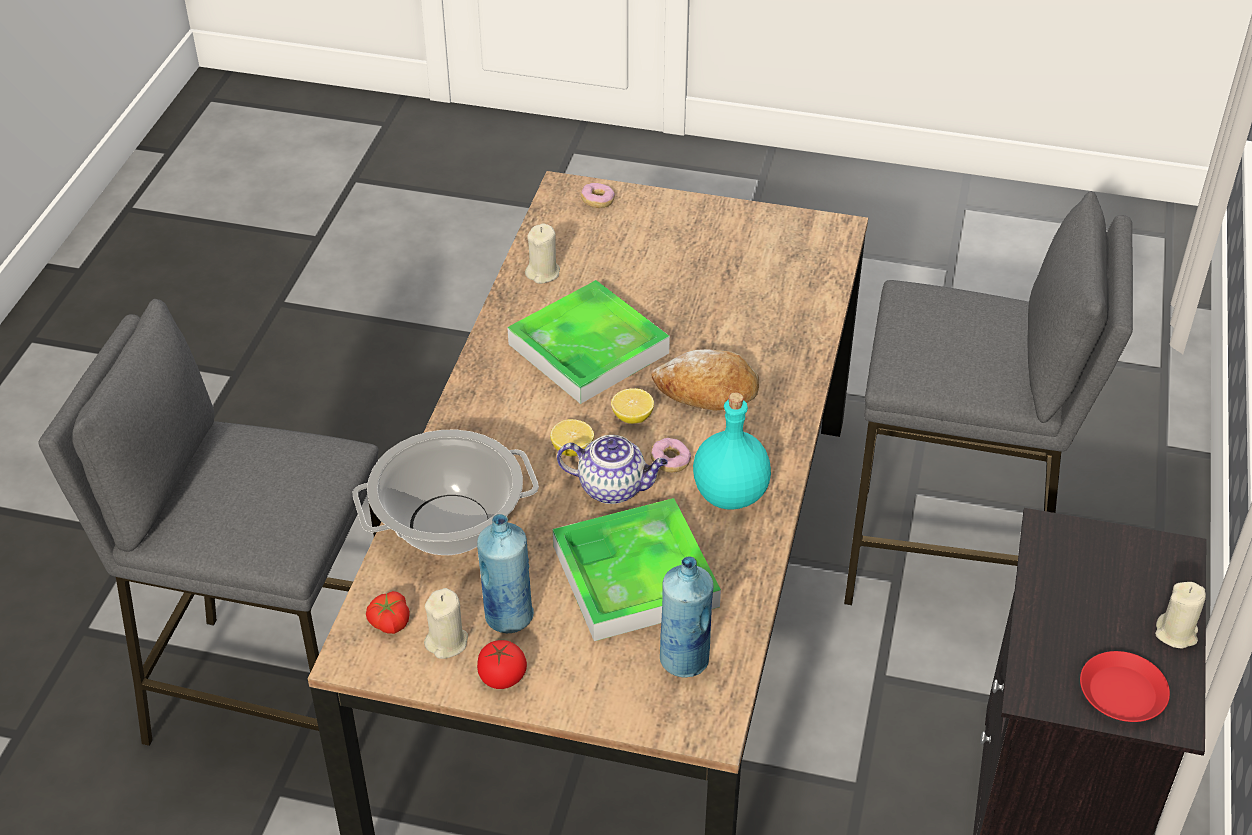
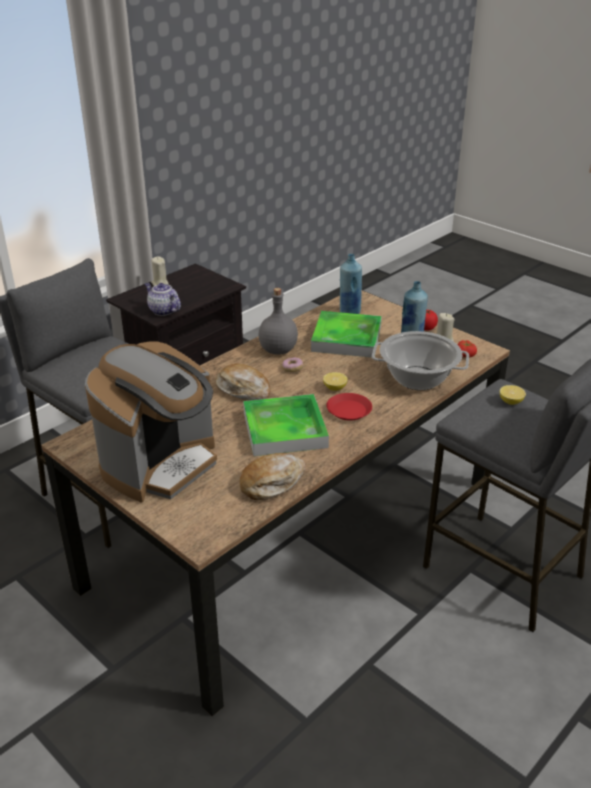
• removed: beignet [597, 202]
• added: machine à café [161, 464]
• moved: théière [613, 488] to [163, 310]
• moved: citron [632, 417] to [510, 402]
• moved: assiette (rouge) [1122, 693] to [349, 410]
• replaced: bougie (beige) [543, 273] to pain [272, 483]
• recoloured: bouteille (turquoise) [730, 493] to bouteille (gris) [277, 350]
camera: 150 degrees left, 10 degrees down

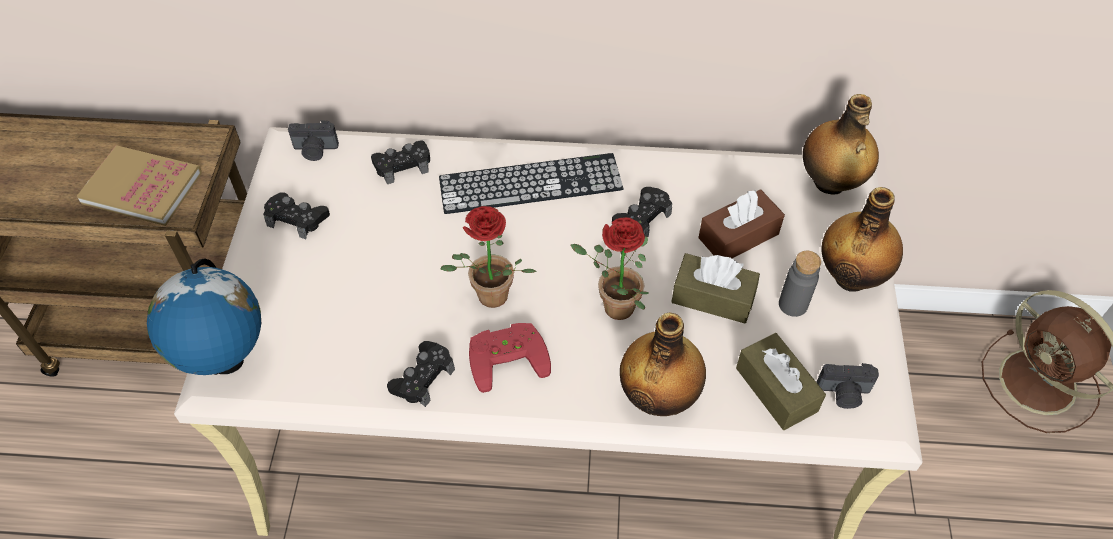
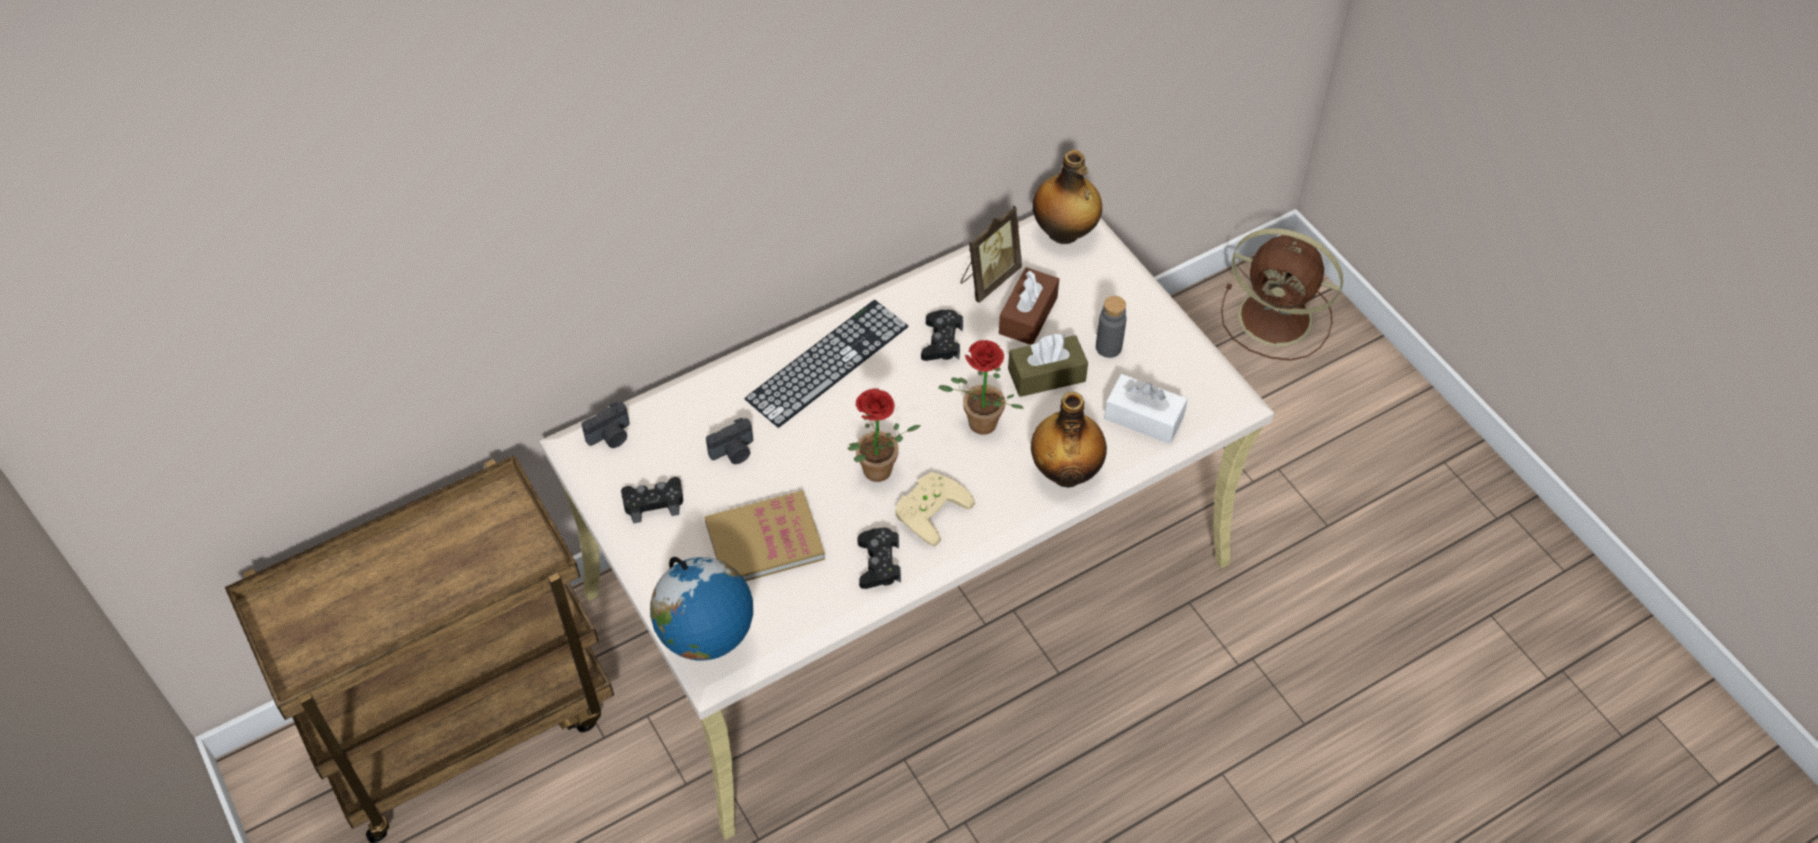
• removed: manette (noir) [403, 165]
• removed: bouteille [851, 276]
• added: cadre photo [988, 279]
• moved: livre [142, 188] to [764, 541]
• moved: appareil photo [844, 394] to [734, 452]
• recoloured: manette (rouge) [507, 355] to manette (beige) [929, 508]
• recoloured: boîte à mouchoirs (marron) [776, 389] to boîte à mouchoirs (blanc) [1143, 418]
camera: 35 degrees left, 0 degrees up

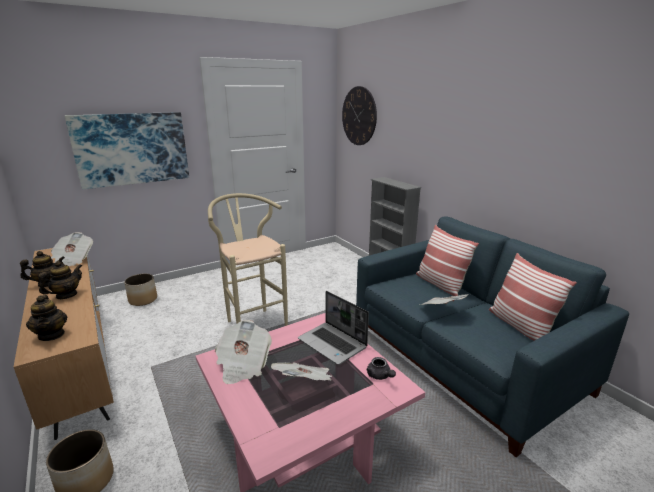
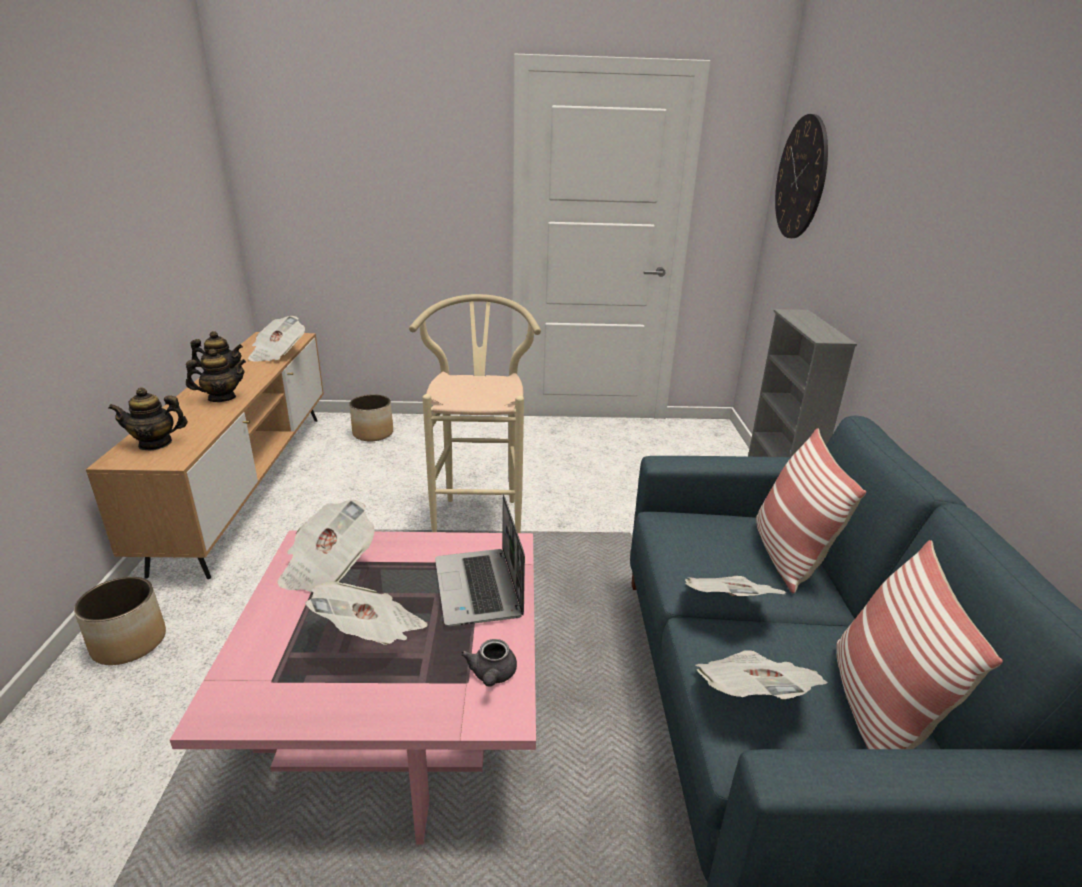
• removed: tableau [132, 149]
• added: journal [751, 696]
• turned: théière [52, 335] = [155, 443] 75 degrees clockwise
camera: 30 degrees right, 5 degrees up

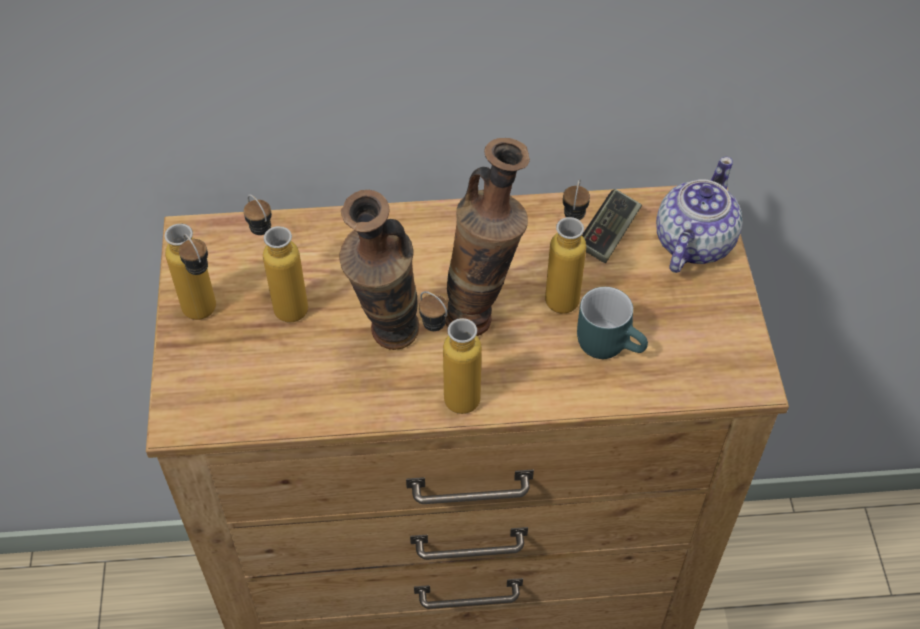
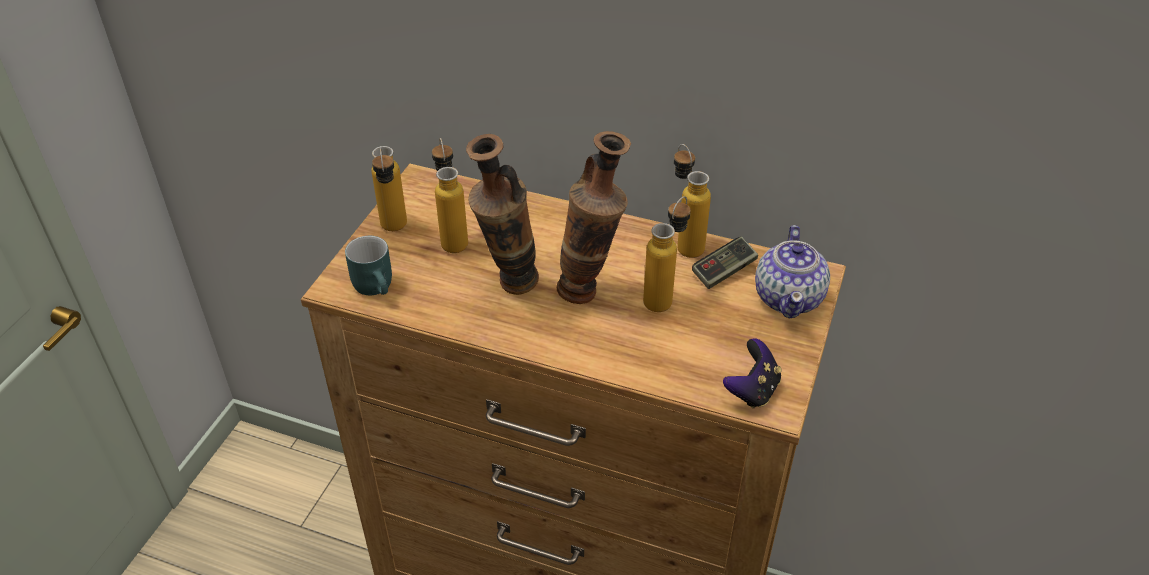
• added: manette [752, 390]
• moved: bouteille [449, 392] to [684, 243]
• moved: mug (turquoise) [610, 342] to [378, 286]
• turned: théière [692, 243] = [789, 297] 135 degrees clockwise
camera: 25 degrees right, 10 degrees down

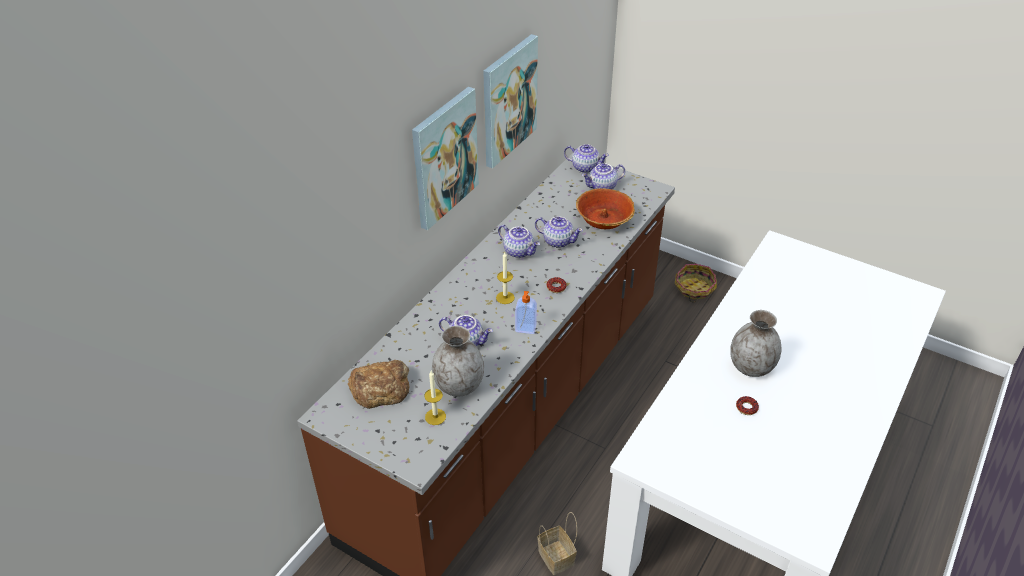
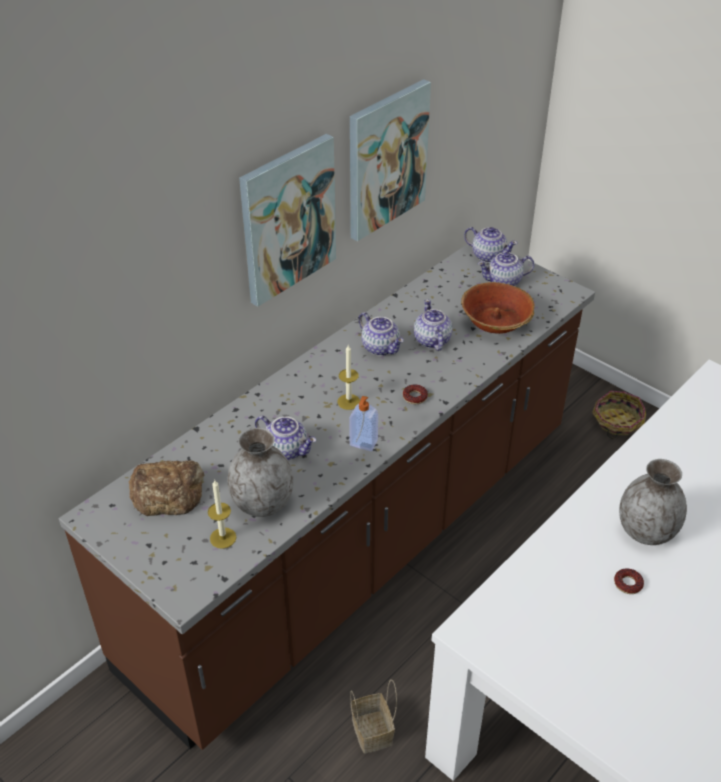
• turned: théière [558, 241] = [431, 341] 135 degrees counterclockwise
camera: 10 degrees right, 0 degrees up

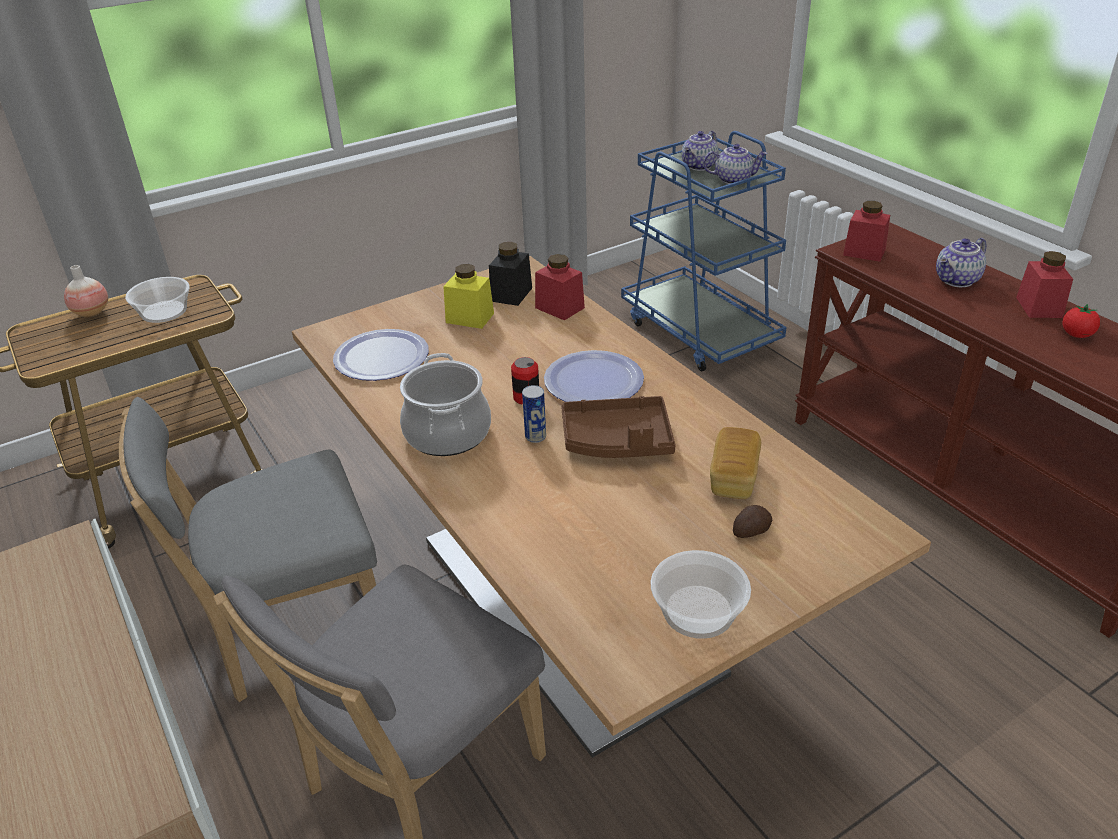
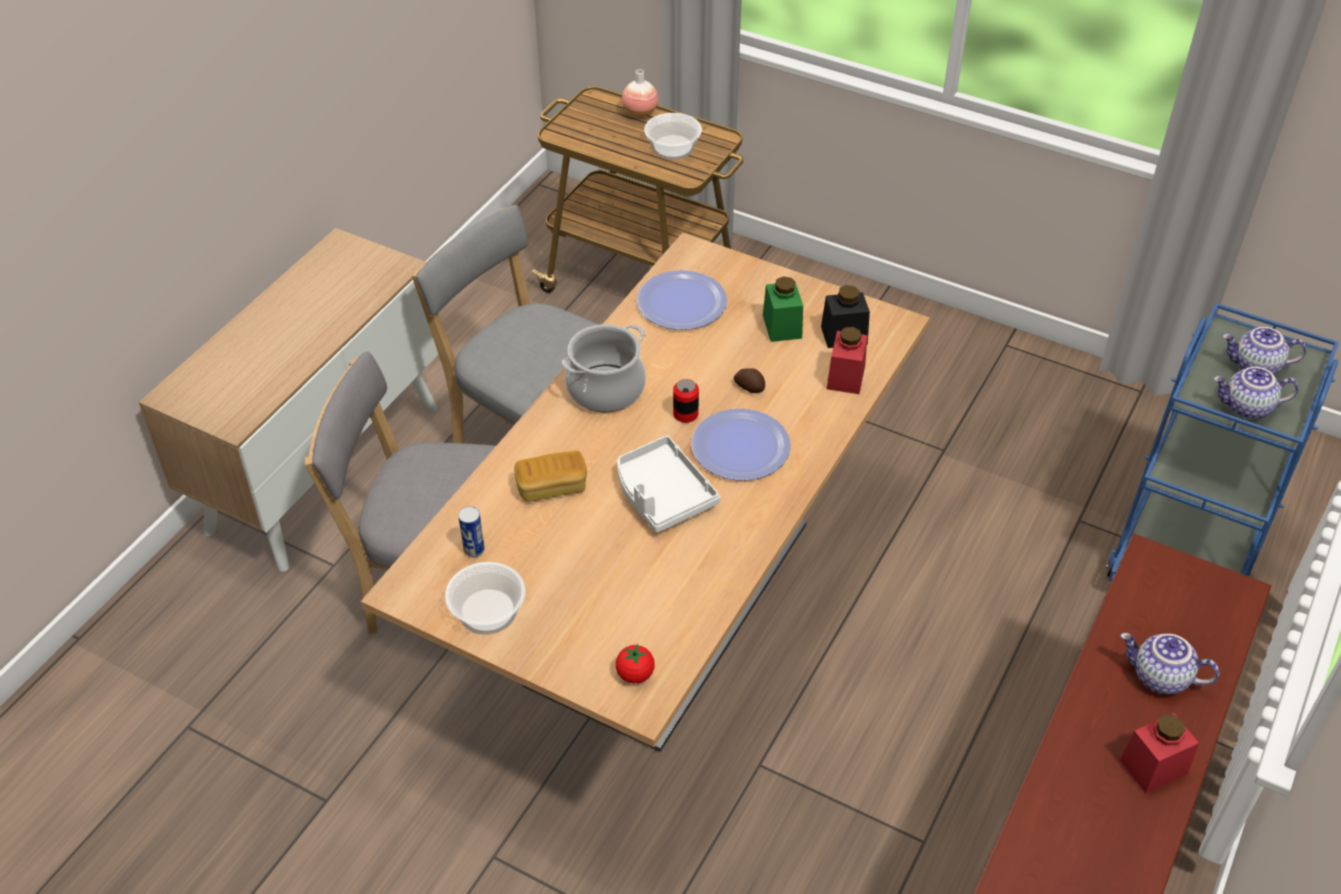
• removed: bocal (rouge) [864, 252]
• moved: boîte métallique [535, 437] to [474, 550]
• moved: pain [733, 477] to [552, 487]
• moved: pomme de terre [750, 530] to [749, 387]
• moved: tomate [1076, 335] to [635, 674]
• recoloured: bocal (jaune) [470, 318] to bocal (vert) [782, 326]
• recoloured: plateau (marron) [617, 441] to plateau (blanc) [662, 494]
• turned: théière [733, 179] = [1246, 408] 120 degrees clockwise
camera: 60 degrees right, 10 degrees up

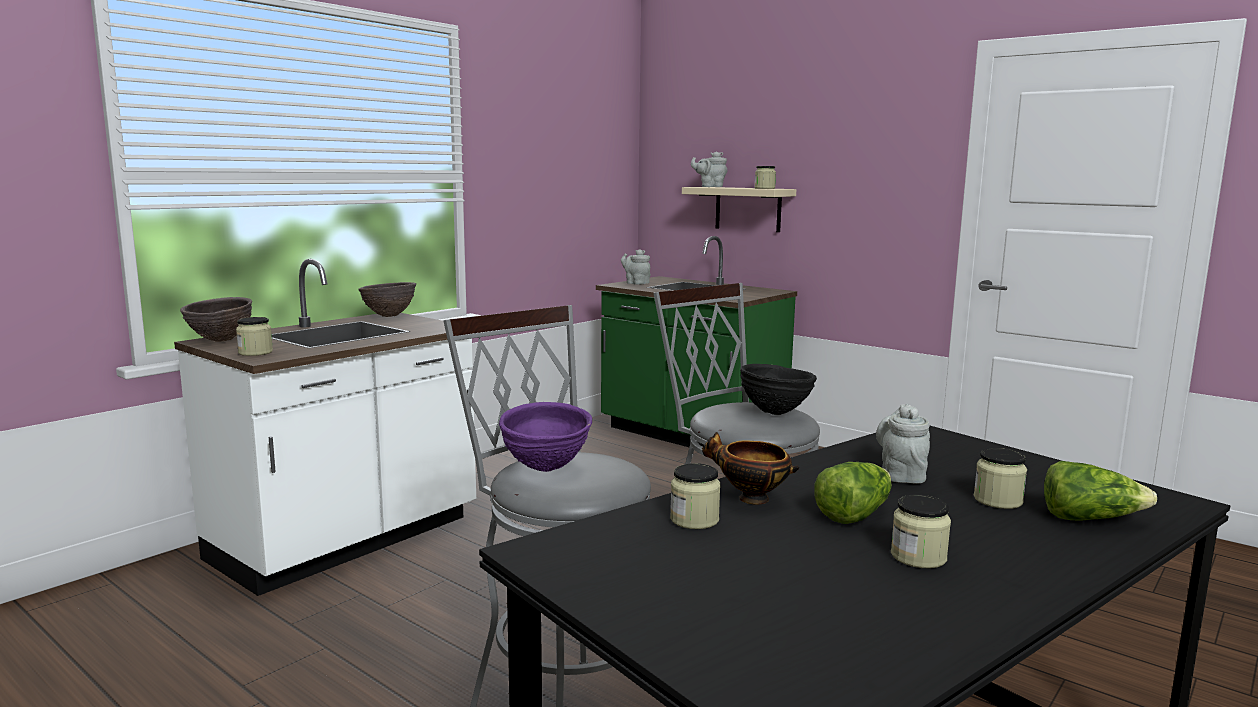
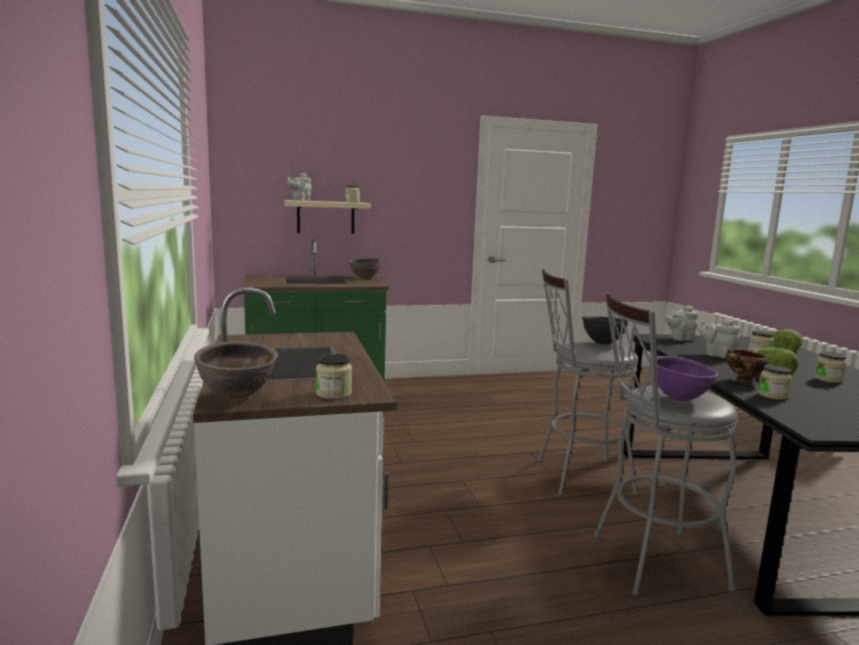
• moved: bol (marron) [388, 316] to [365, 278]
• moved: théière (gris) [636, 283] to [679, 339]
camera: 55 degrees left, 0 degrees up

